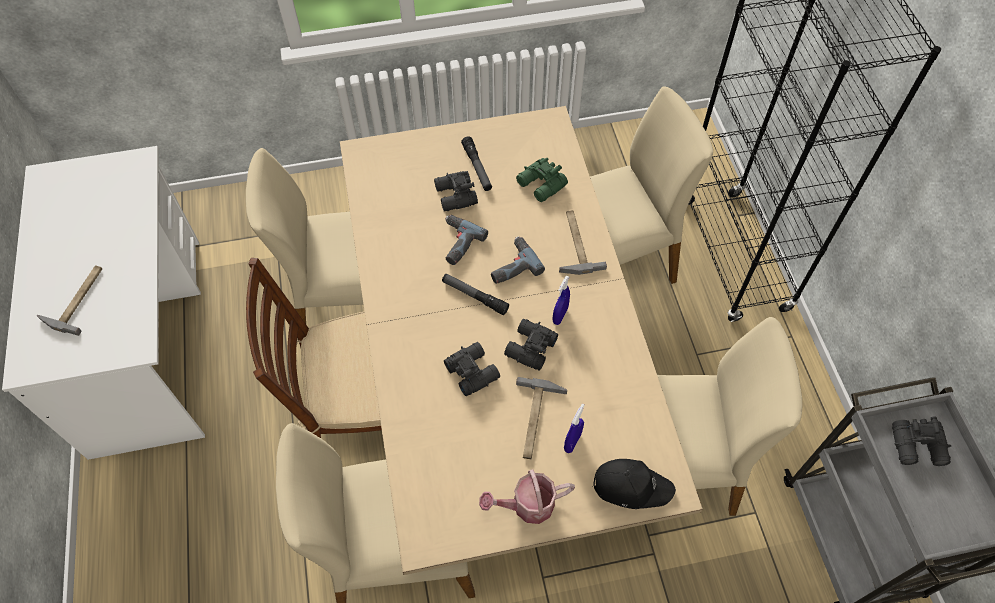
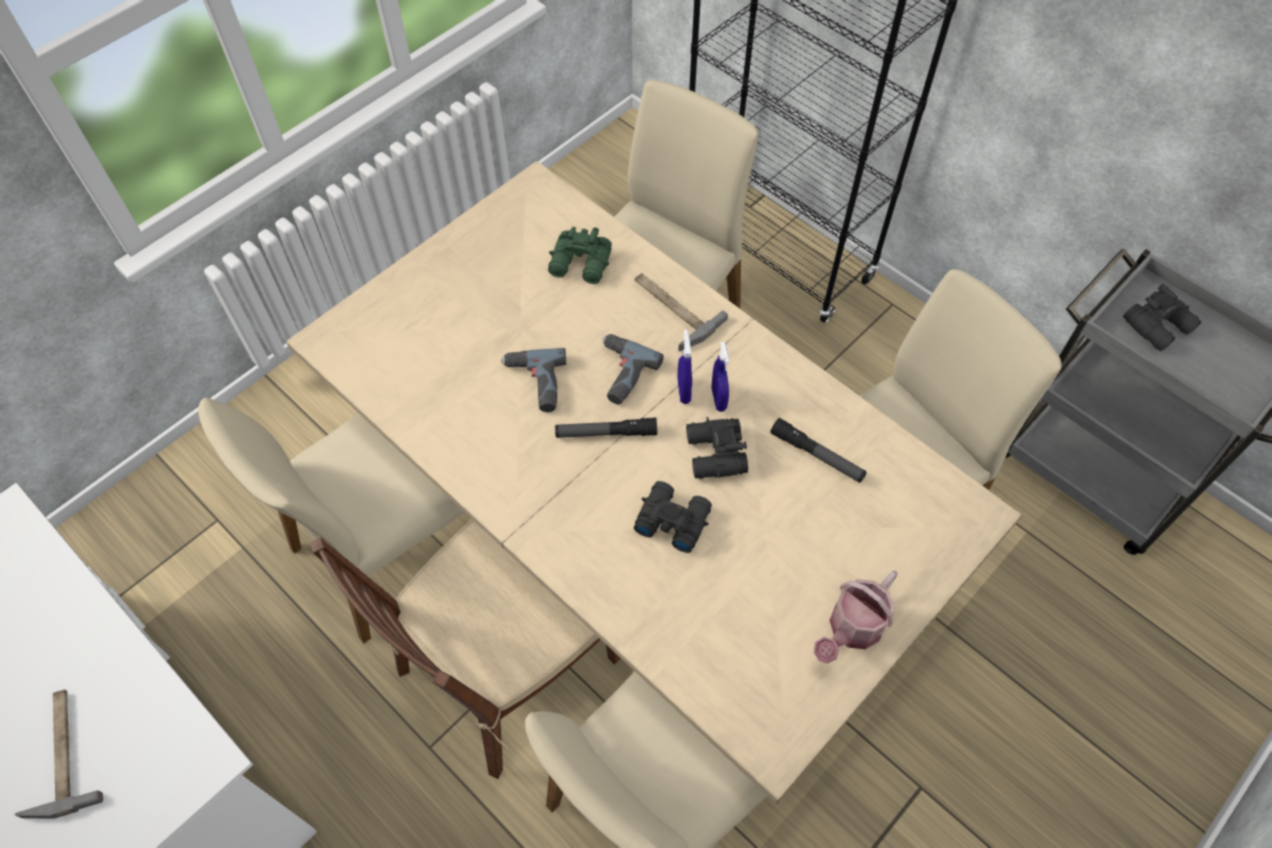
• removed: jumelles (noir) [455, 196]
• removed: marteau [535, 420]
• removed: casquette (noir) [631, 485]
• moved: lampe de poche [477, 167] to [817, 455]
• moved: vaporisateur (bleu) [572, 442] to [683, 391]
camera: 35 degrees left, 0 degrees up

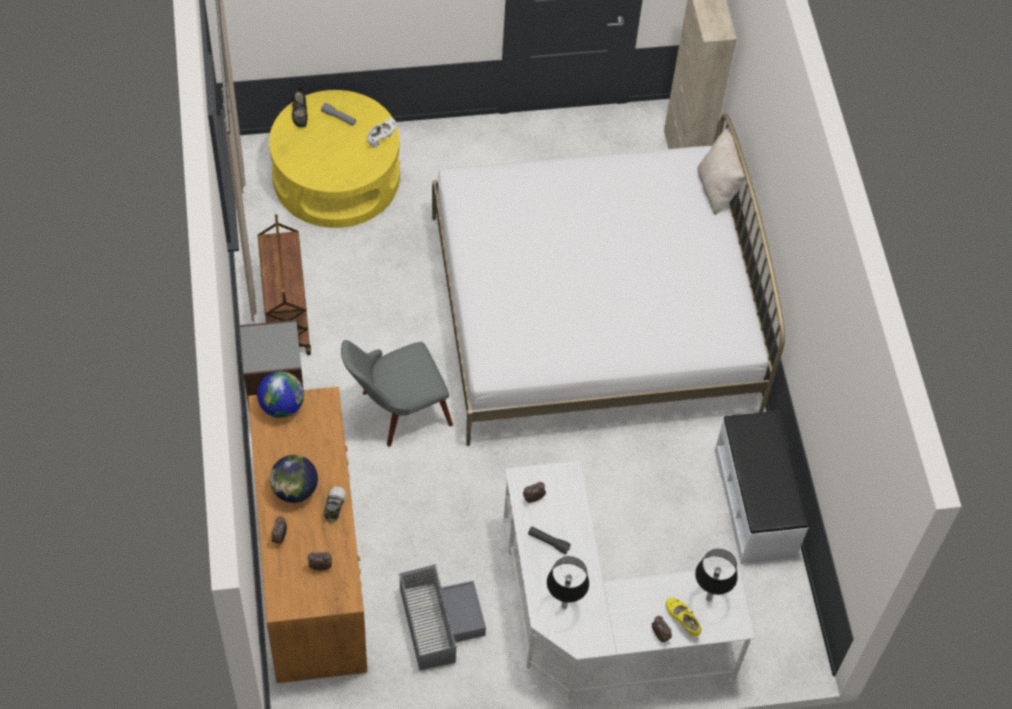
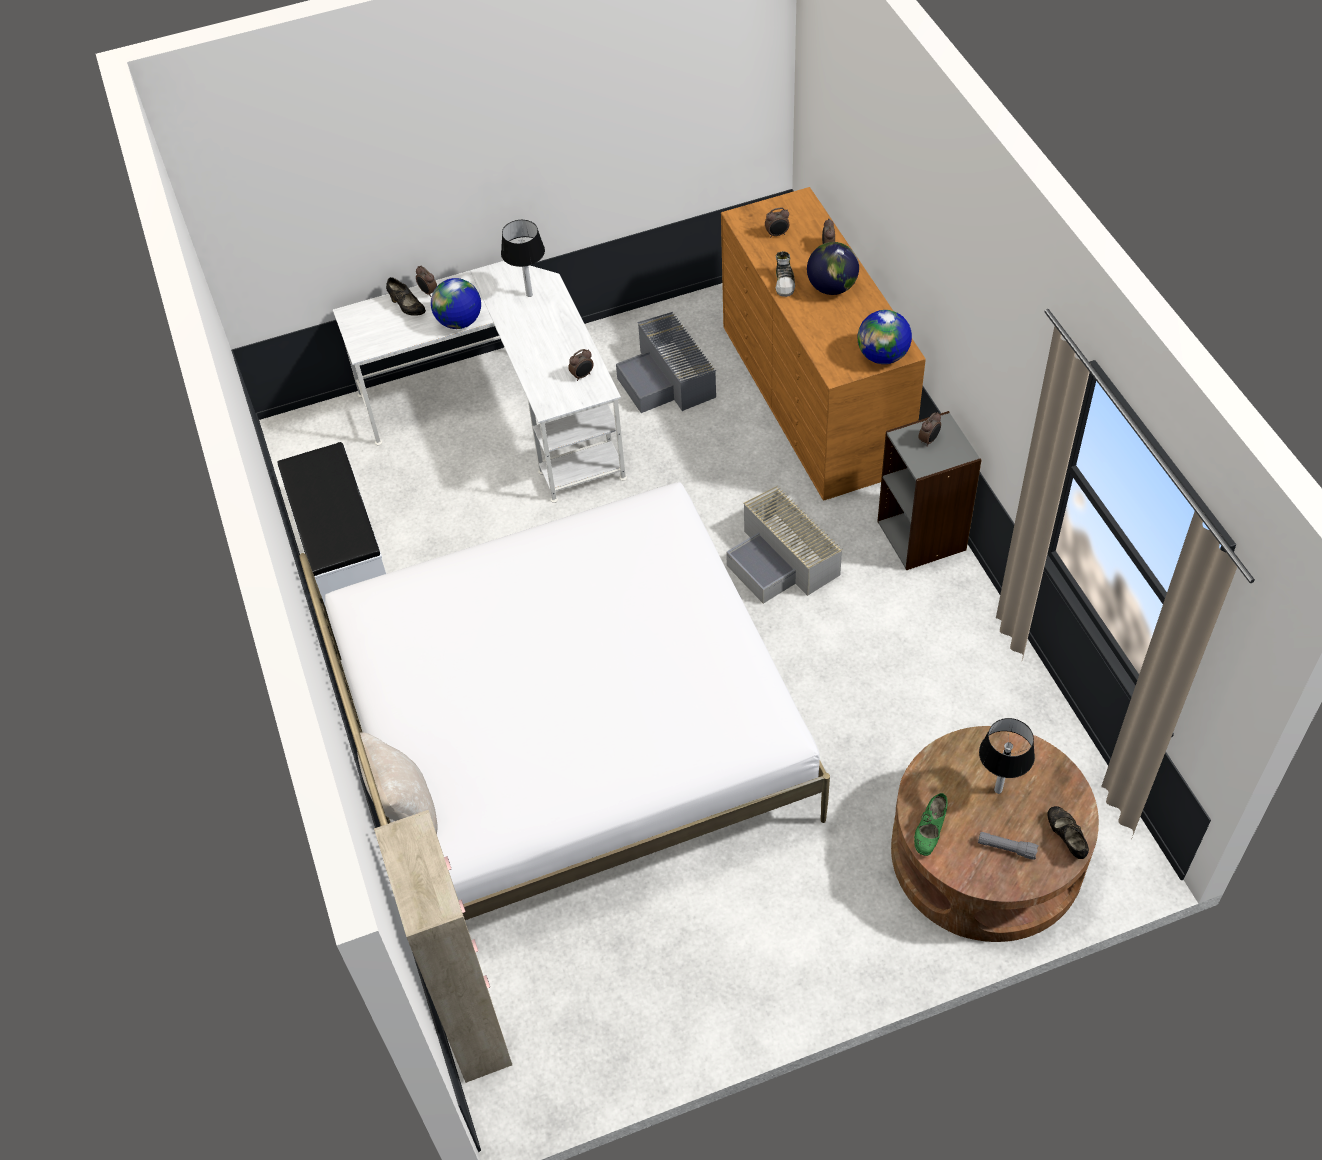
• removed: chariot (marron) [285, 315]
• removed: lampe de poche (noir) [548, 542]
• added: globe [459, 322]
• added: réveil [929, 440]
• moved: lampe de table [709, 599] to [997, 789]
• replaced: chaise (gris) [395, 412] to boîte de rangement (gris) [782, 560]
• recoloured: table basse (jaune) [336, 176] to table basse (marron) [987, 853]
• recoloured: chaussure (blanc) [382, 137] to chaussure (vert) [929, 832]
• recoloured: chaussure (jaune) [682, 621] to chaussure (noir) [407, 307]
camera: 175 degrees right, 5 degrees down

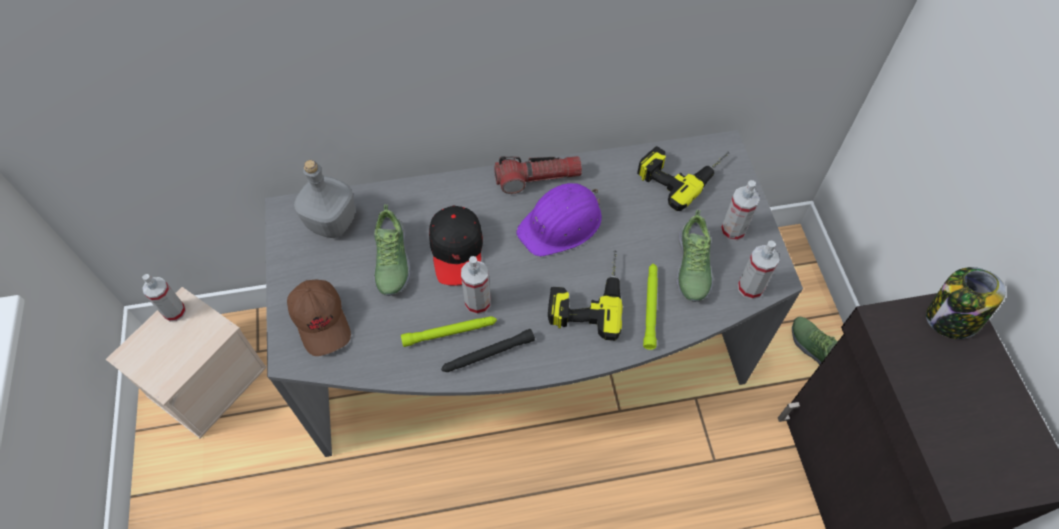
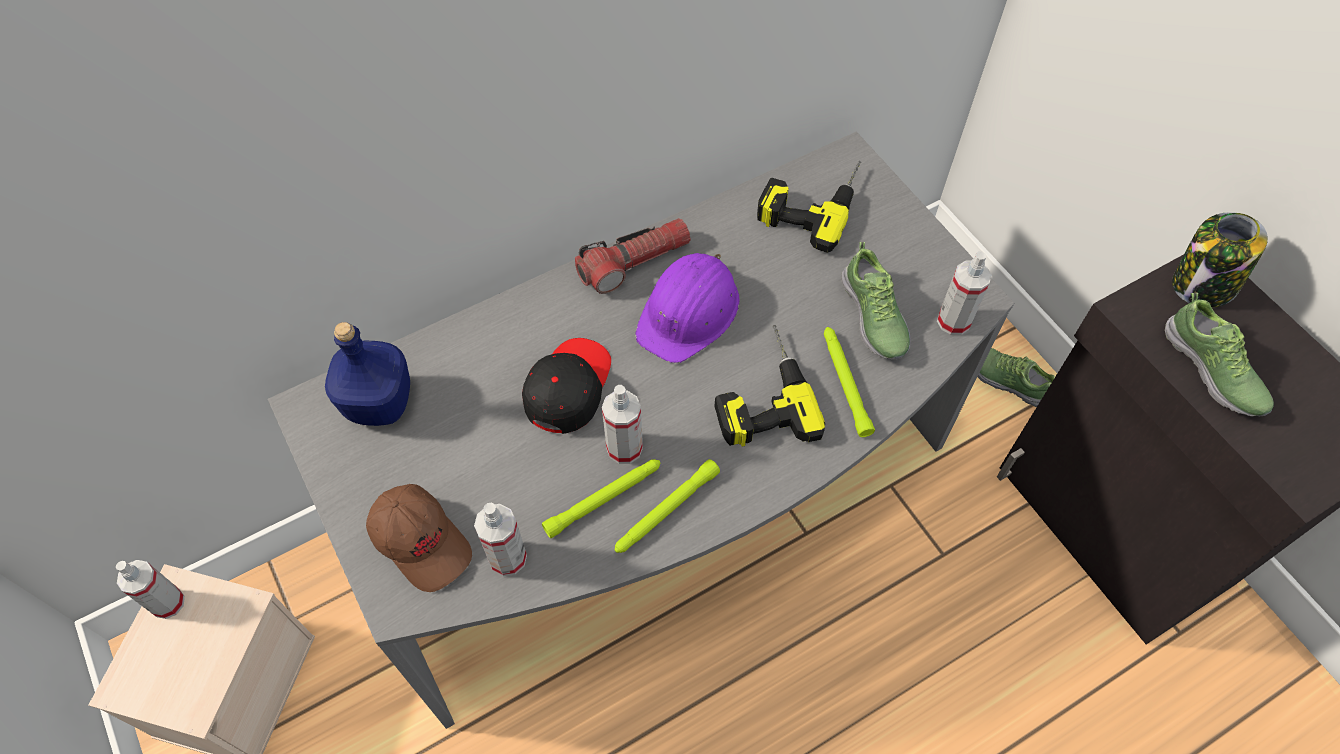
• moved: chaussure [391, 261] to [1213, 370]
• moved: vaporisateur [733, 230] to [507, 558]
• recoloured: bouteille (gris) [332, 222] to bouteille (bleu) [379, 402]
• recoloured: lampe de poche (noir) [487, 354] to lampe de poche (vert) [666, 511]
• turned: casquette (noir) [457, 250] = [568, 388] 135 degrees counterclockwise
camera: 20 degrees left, 0 degrees up

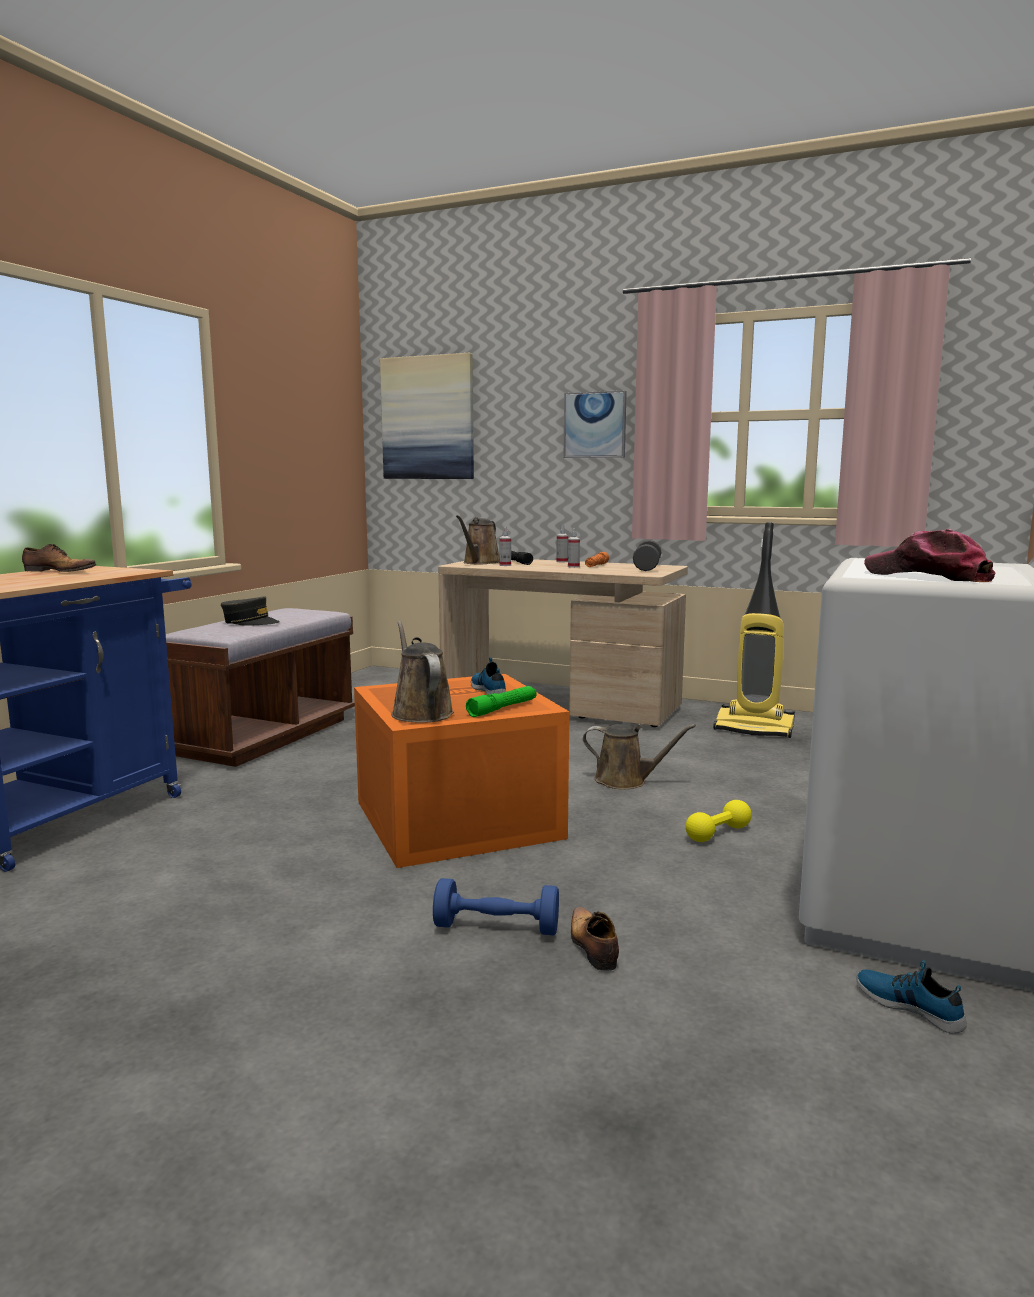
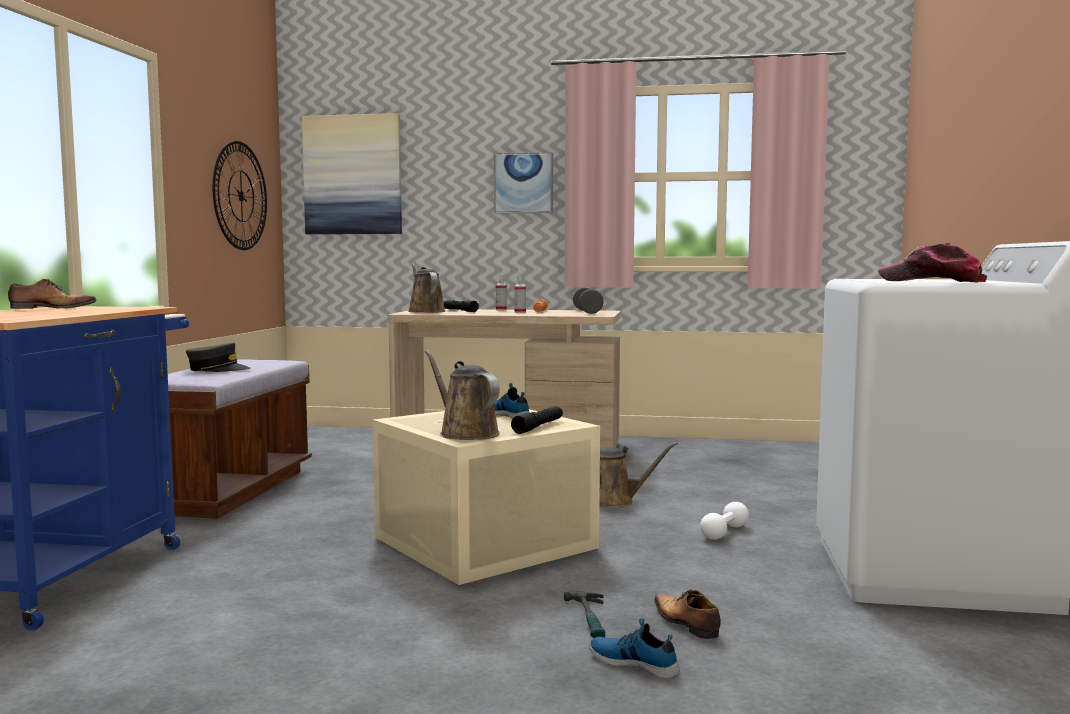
• removed: vaporisateur [505, 565]
• removed: aspirateur [755, 728]
• added: horloge murale [240, 196]
• moved: chaussure [909, 1006] to [634, 662]
• replaced: haltère (bleu) [496, 928] to marteau [591, 620]
• recoloured: boîte de rangement (orange) [455, 821] to boîte de rangement (beige) [484, 544]
• recoloured: lampe de poche (vert) [502, 708] to lampe de poche (noir) [538, 427]
• recoloured: haltère (jaune) [718, 833] to haltère (blanc) [724, 532]
• turned: arrosoir (marron) [480, 563] = [425, 311] 150 degrees clockwise
camera: 15 degrees left, 5 degrees down

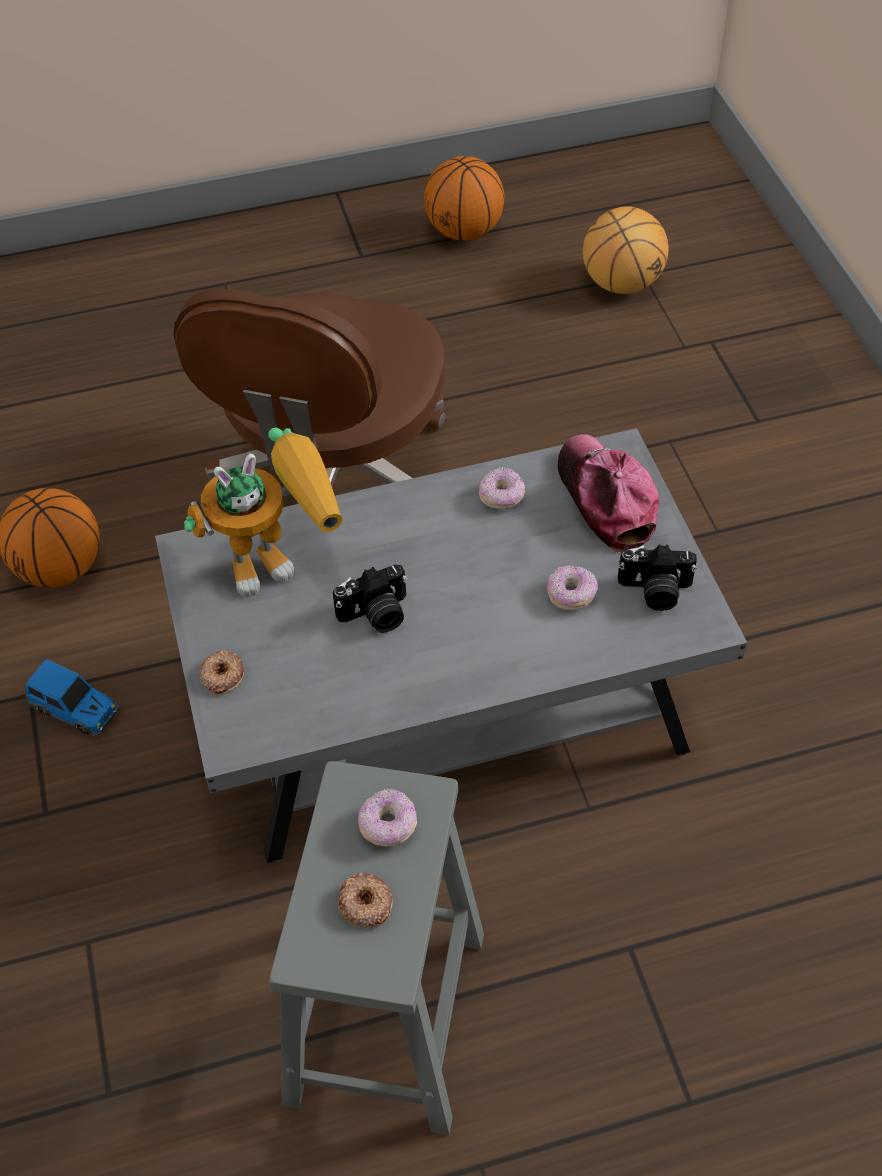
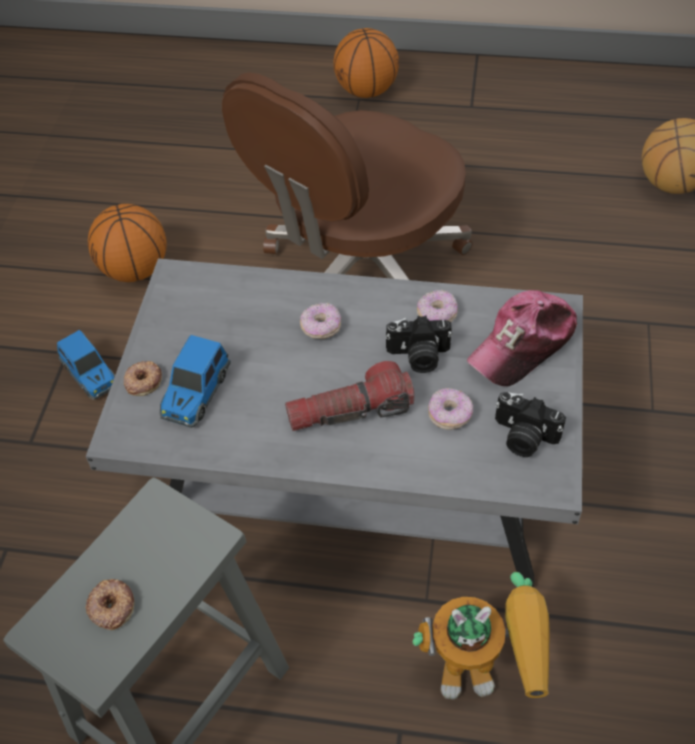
• added: petite voiture [195, 393]
• added: lampe de poche [350, 411]
• moved: robot jouet [279, 556] to [485, 668]
• moved: appareil photo [376, 615] to [418, 356]
• moved: beignet [388, 825] to [321, 328]
• moved: ballon de basket [464, 231] to [366, 91]
• turned: casquette [605, 498] = [523, 345] 135 degrees counterclockwise
camera: 25 degrees right, 0 degrees up

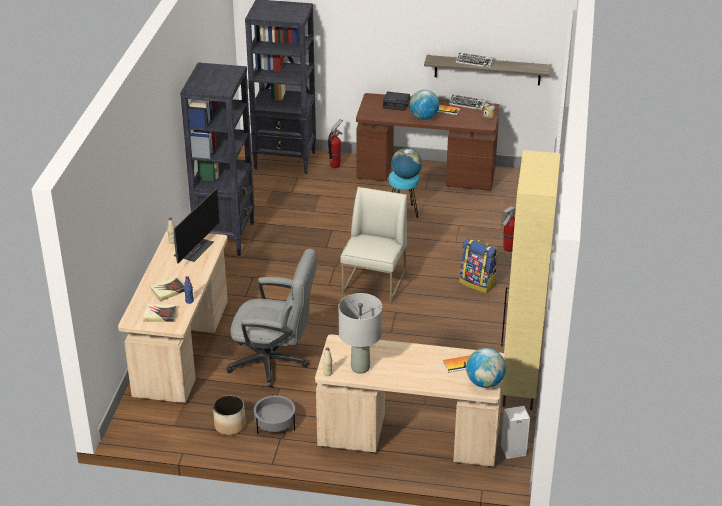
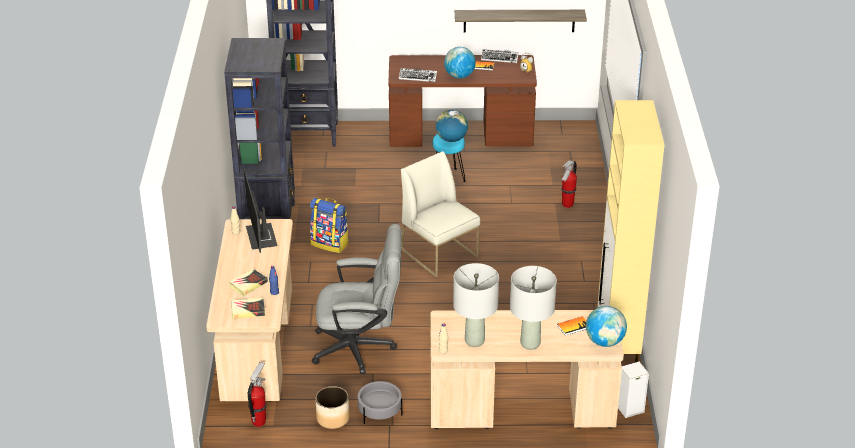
• removed: réveil [396, 104]
• added: lampe de table (gris) [530, 343]
• moved: extincteur [335, 166] to [259, 422]
• moved: clavier [474, 62] to [418, 77]
• moved: sac à dos [478, 283] to [330, 244]
• turned: écran d'ordinateur [194, 249] = [261, 237] 150 degrees clockwise
• turned: chaise (blanc) [374, 282] = [440, 253] 45 degrees counterclockwise
camera: 10 degrees left, 0 degrees up

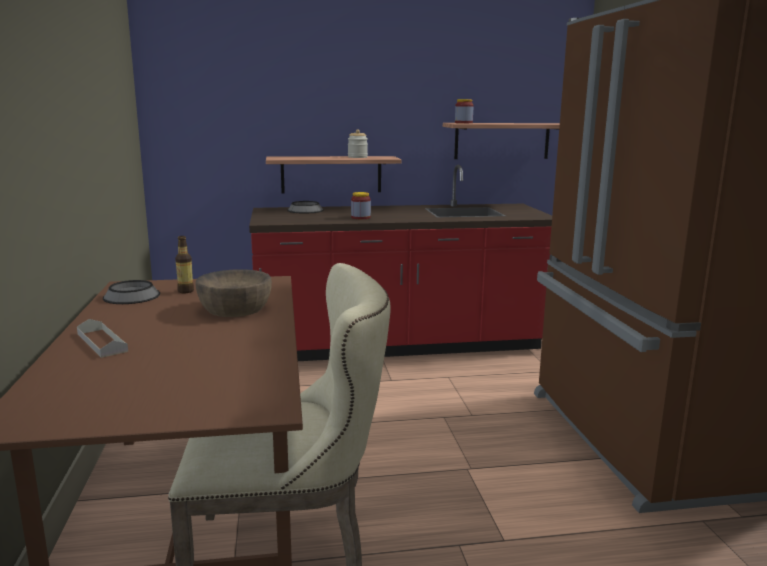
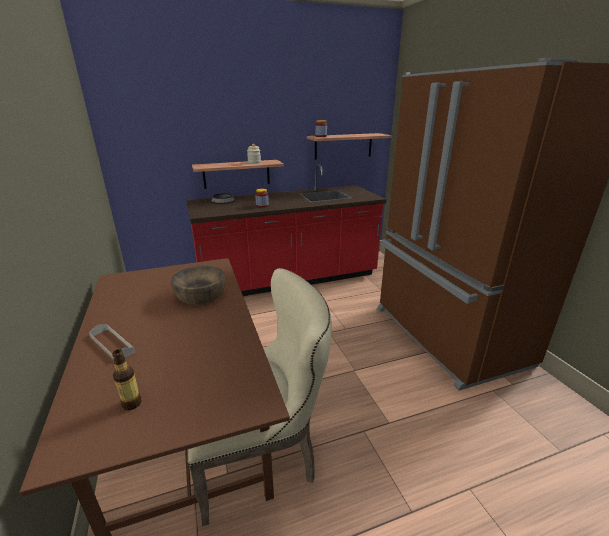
• removed: bol [131, 296]
• moved: bouteille [186, 291] to [132, 403]
camera: 10 degrees left, 10 degrees up

